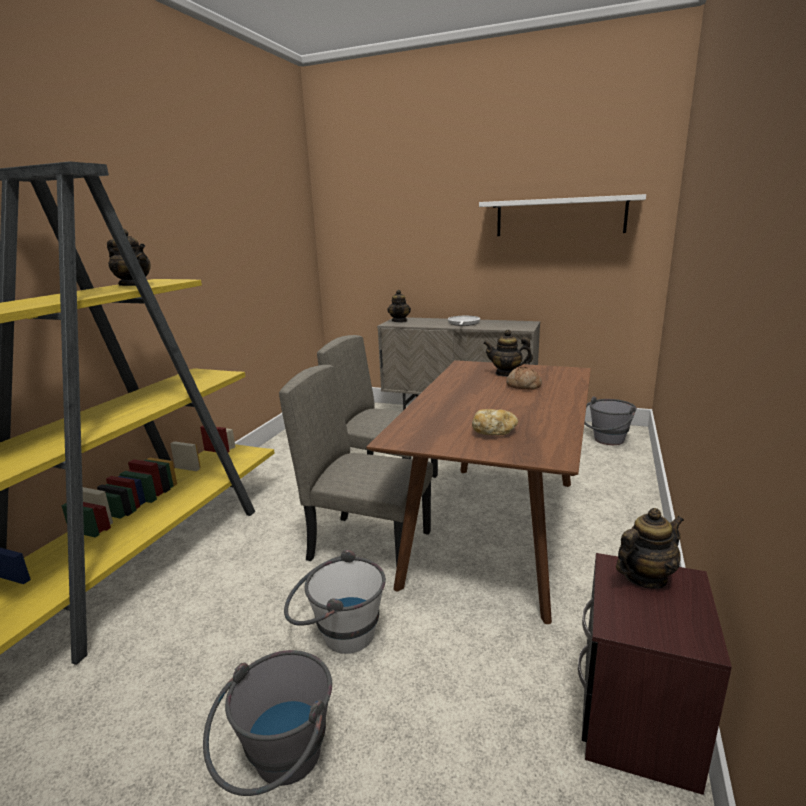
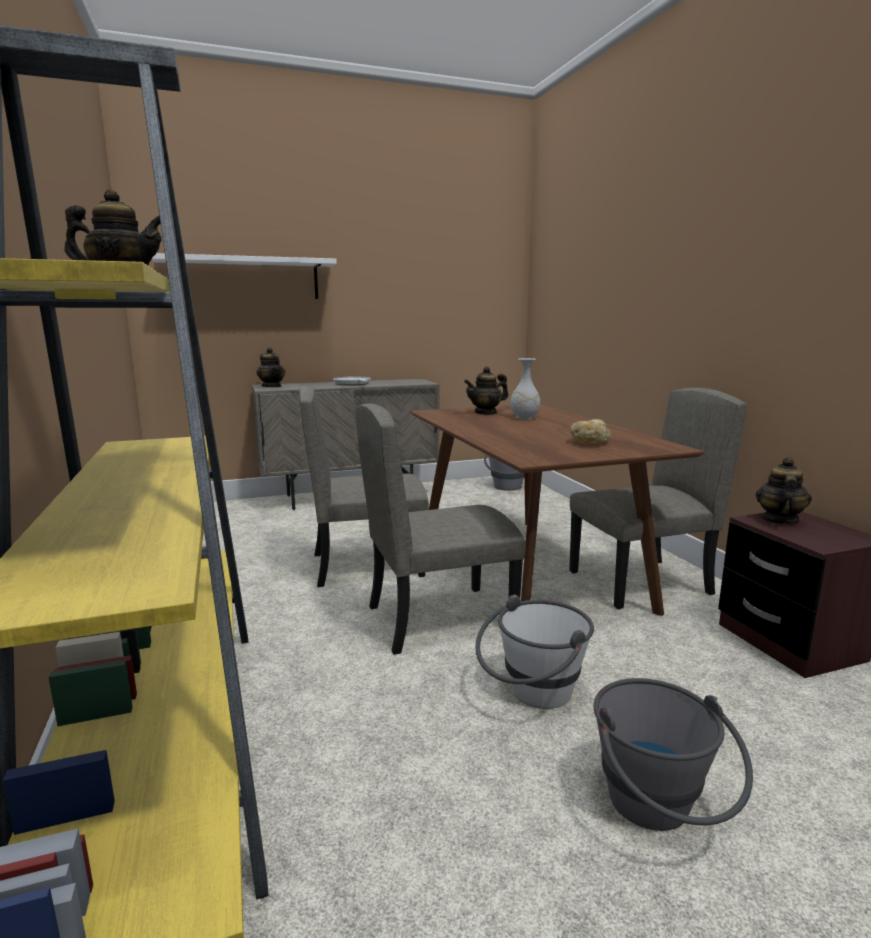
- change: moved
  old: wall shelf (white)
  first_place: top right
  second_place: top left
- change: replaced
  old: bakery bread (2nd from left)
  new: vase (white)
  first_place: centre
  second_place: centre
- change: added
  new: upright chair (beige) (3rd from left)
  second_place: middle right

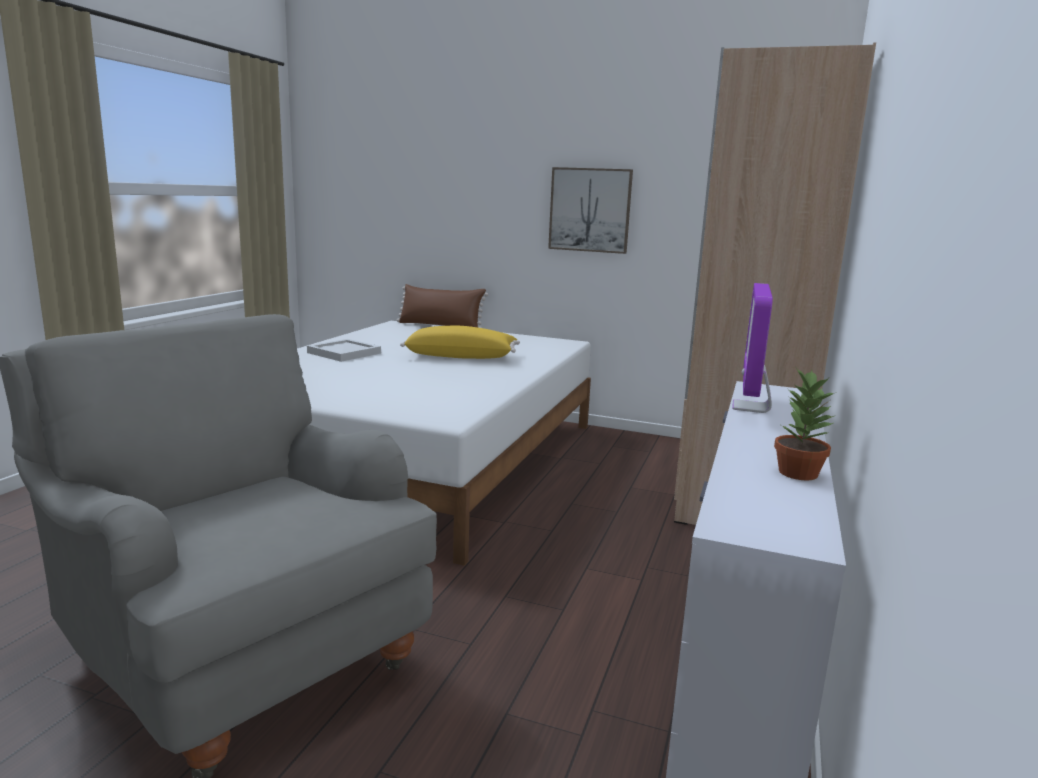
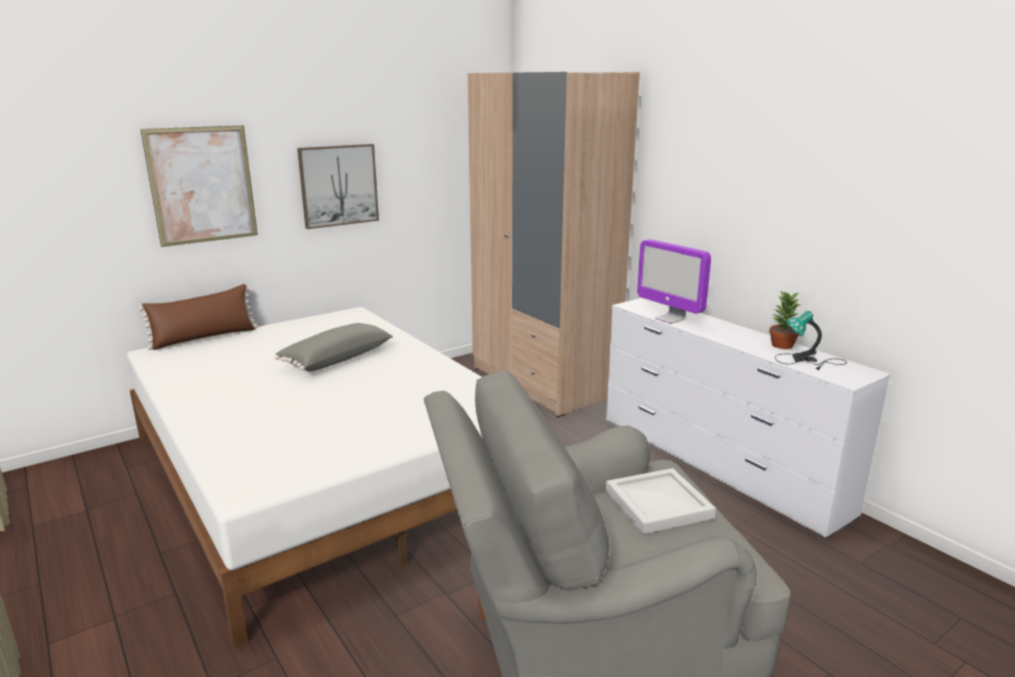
- change: added
  new: wall art (1st from left)
  second_place: top left
- change: recoloured
  old: pillow (yellow)
  new: pillow (gray)
  first_place: centre
  second_place: middle left
- change: moved
  old: carrying tray (white)
  first_place: middle left
  second_place: bottom centre
- change: added
  new: lamp for a table
  second_place: middle right

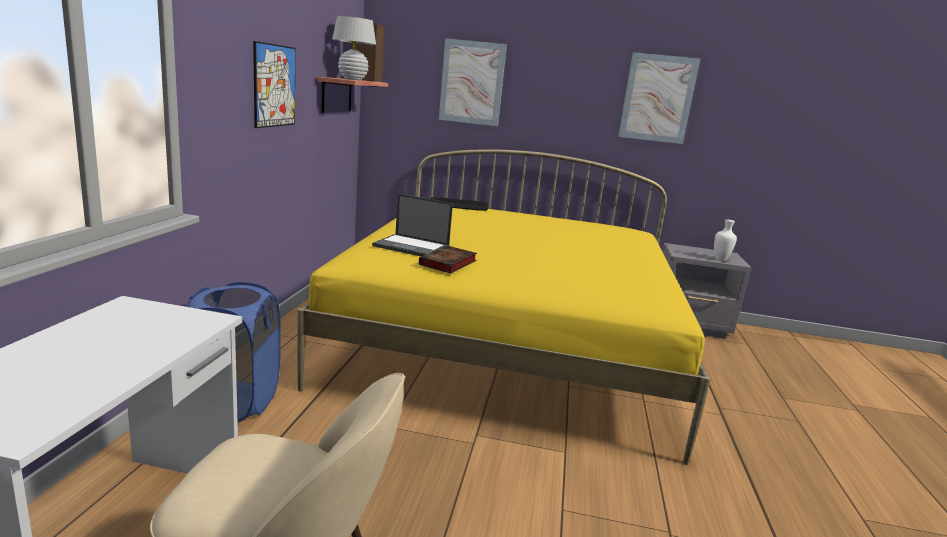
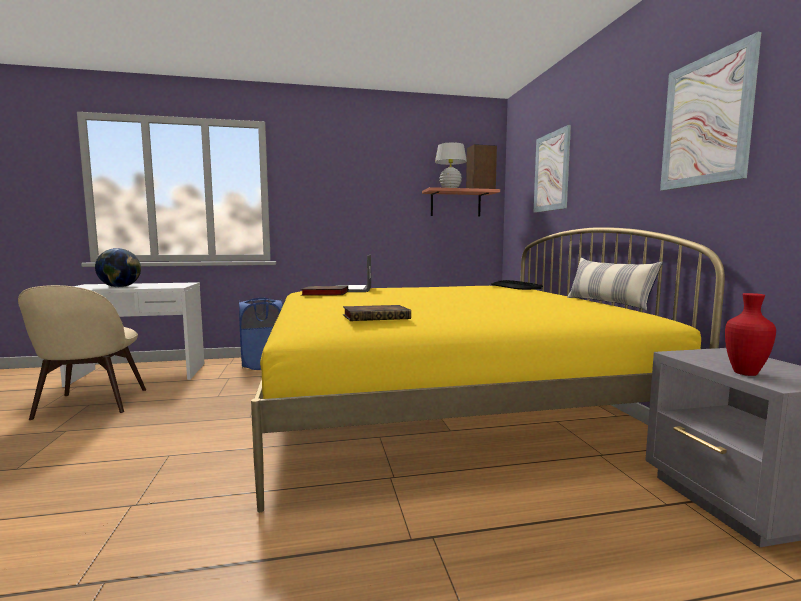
- change: added
  new: globe
  second_place: middle left
- change: added
  new: bound book (2nd from left)
  second_place: centre
- change: added
  new: pillow
  second_place: middle right
- change: recoloured
  old: vase (white)
  new: vase (red)
  first_place: middle right
  second_place: middle right
- change: removed
  old: wall art (1st from left)
  first_place: top left

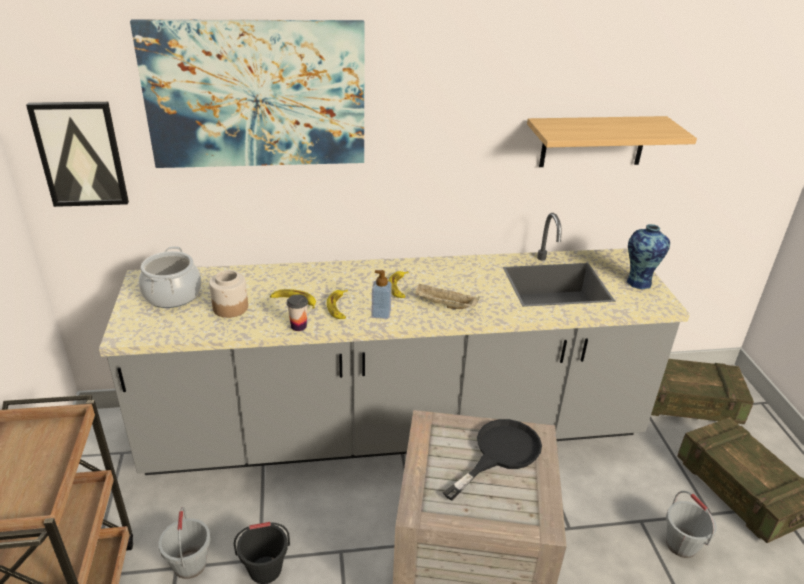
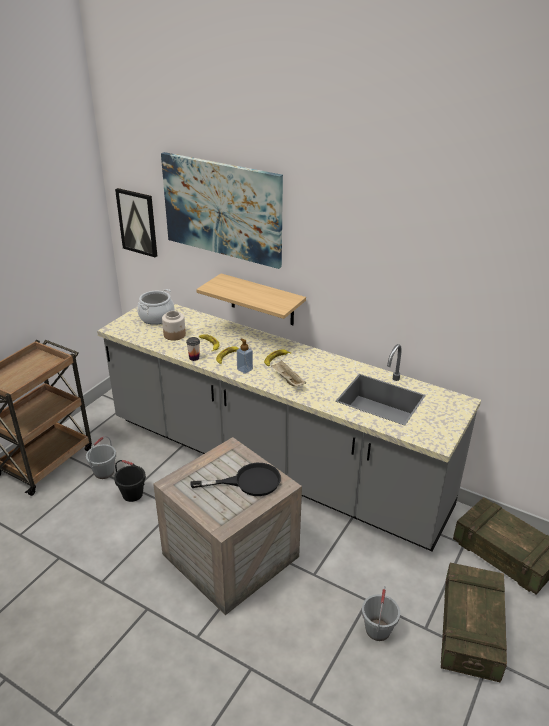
- change: moved
  old: wall shelf
  first_place: top right
  second_place: centre
- change: removed
  old: vase
  first_place: middle right

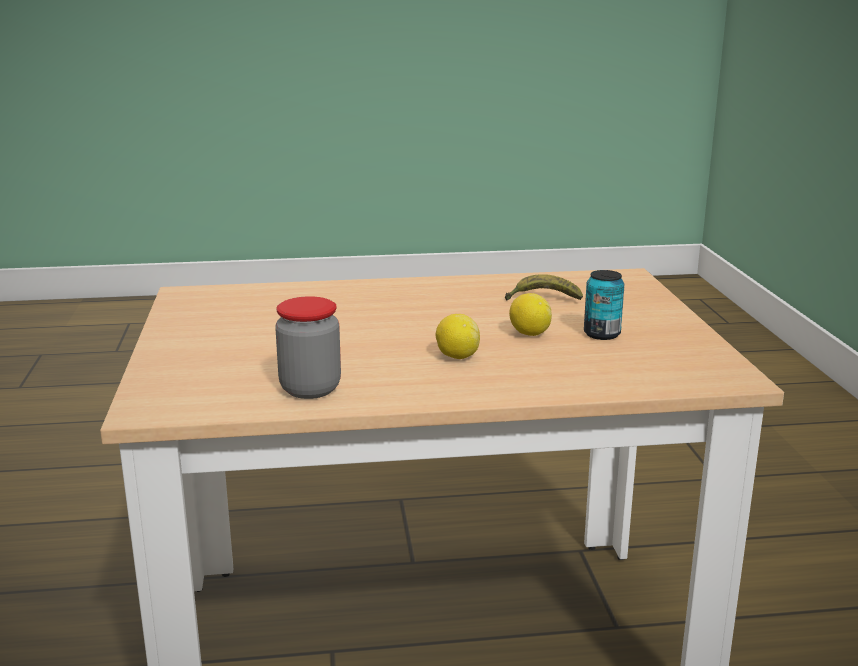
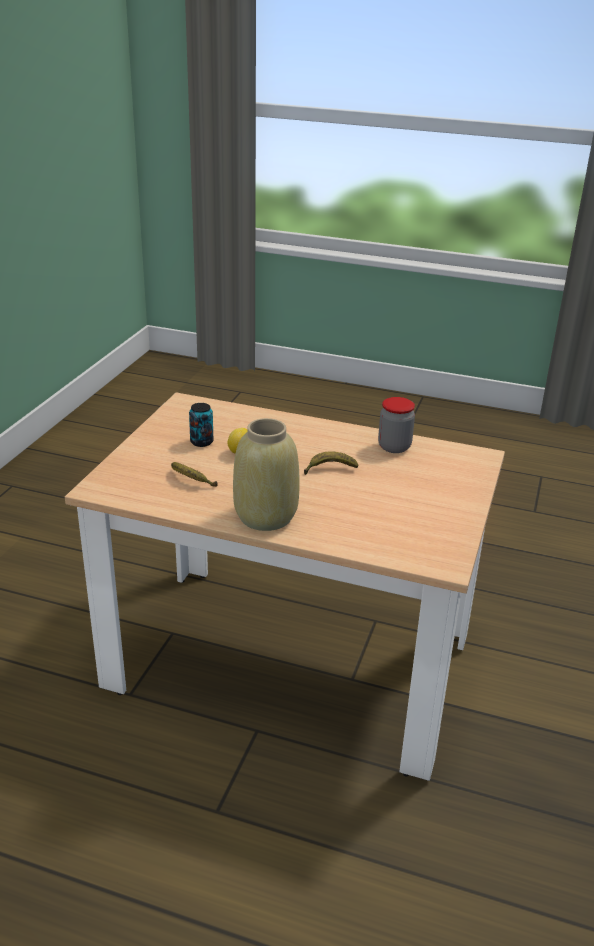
- change: added
  new: vase (beige)
  second_place: centre
- change: added
  new: whole banana (2nd from left)
  second_place: centre
- change: removed
  old: lemon (1st from left)
  first_place: centre

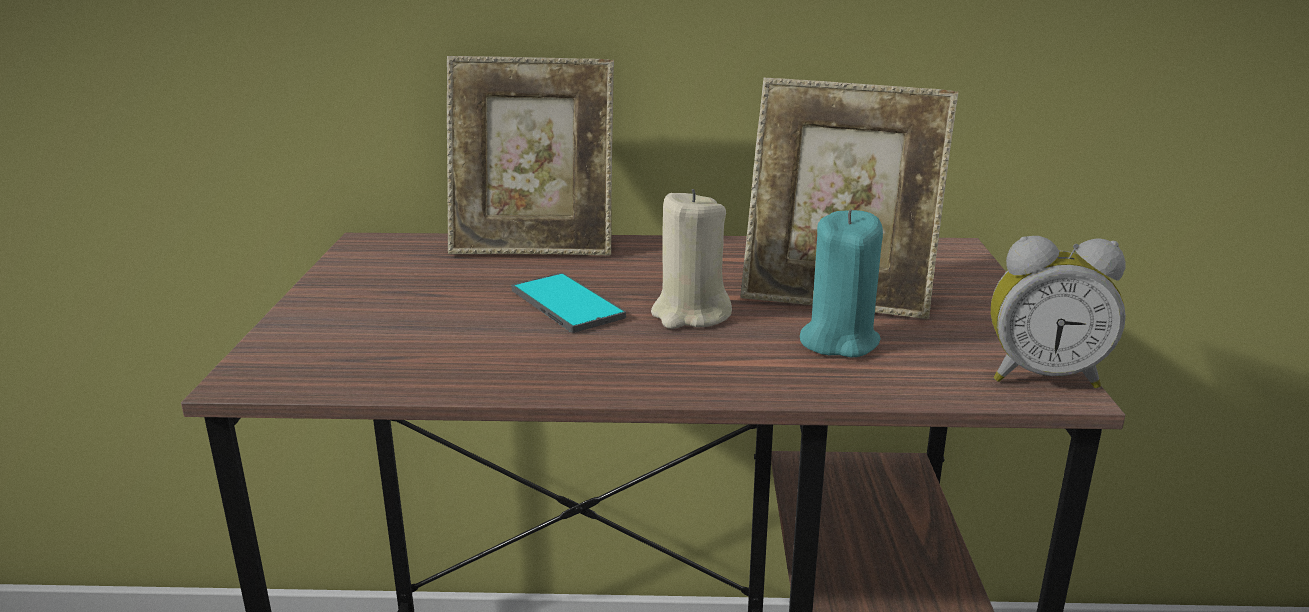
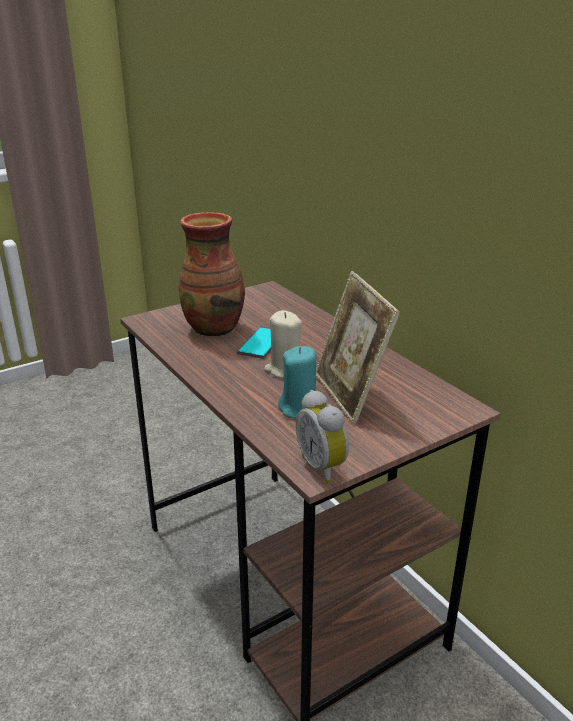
- change: added
  new: vase
  second_place: centre
- change: removed
  old: standing frame (1st from left)
  first_place: top centre

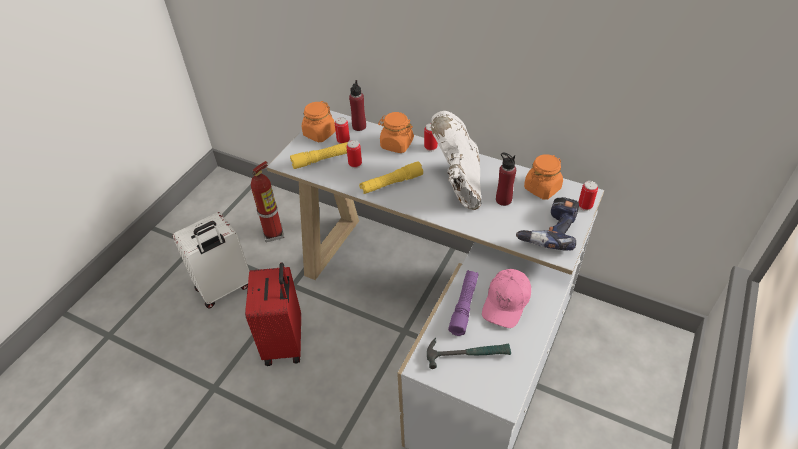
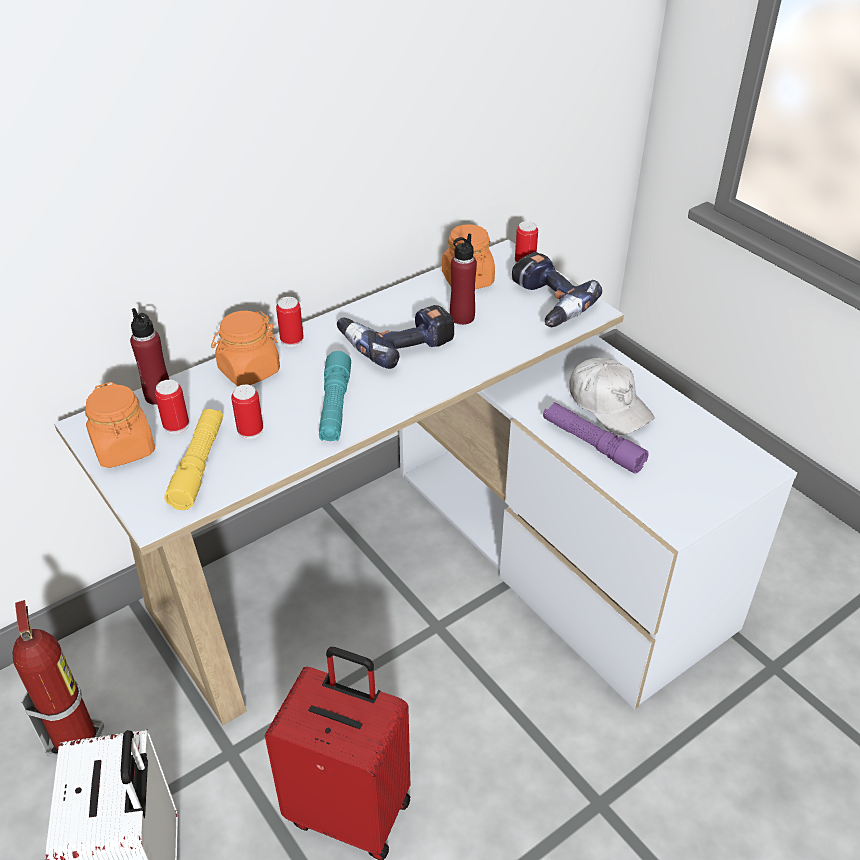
- change: recoloured
  old: hand torch (yellow) (2nd from left)
  new: hand torch (blue-green)
  first_place: centre
  second_place: centre
- change: replaced
  old: high-top boot (white)
  new: electric drill (1st from left)
  first_place: centre
  second_place: centre
- change: recoloured
  old: peaked cap (pinkish)
  new: peaked cap (white)
  first_place: centre
  second_place: middle right
- change: removed
  old: hand hammer
  first_place: bottom centre

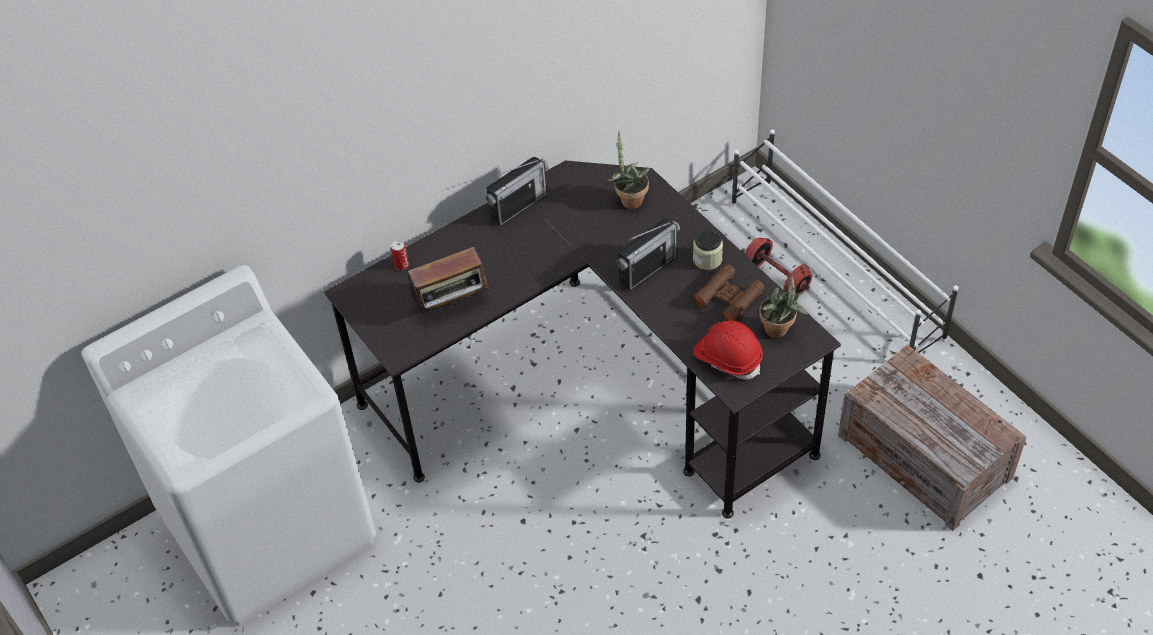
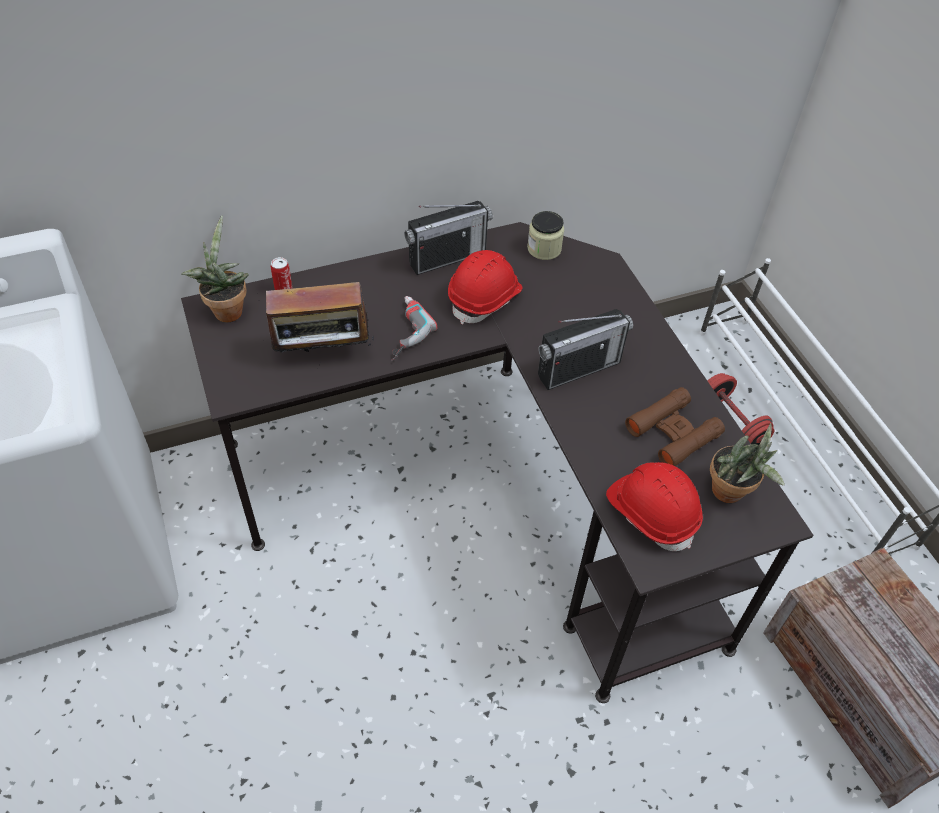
- change: moved
  old: plant in a pot (1st from left)
  first_place: top centre
  second_place: top left
- change: added
  new: electric drill
  second_place: centre
- change: added
  new: safety helmet (red) (1st from left)
  second_place: centre
- change: moved
  old: jar
  first_place: centre
  second_place: top centre

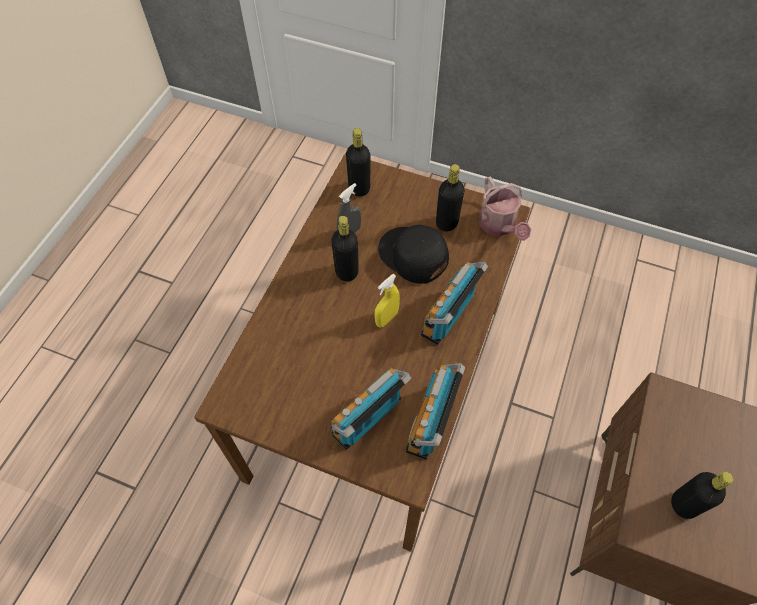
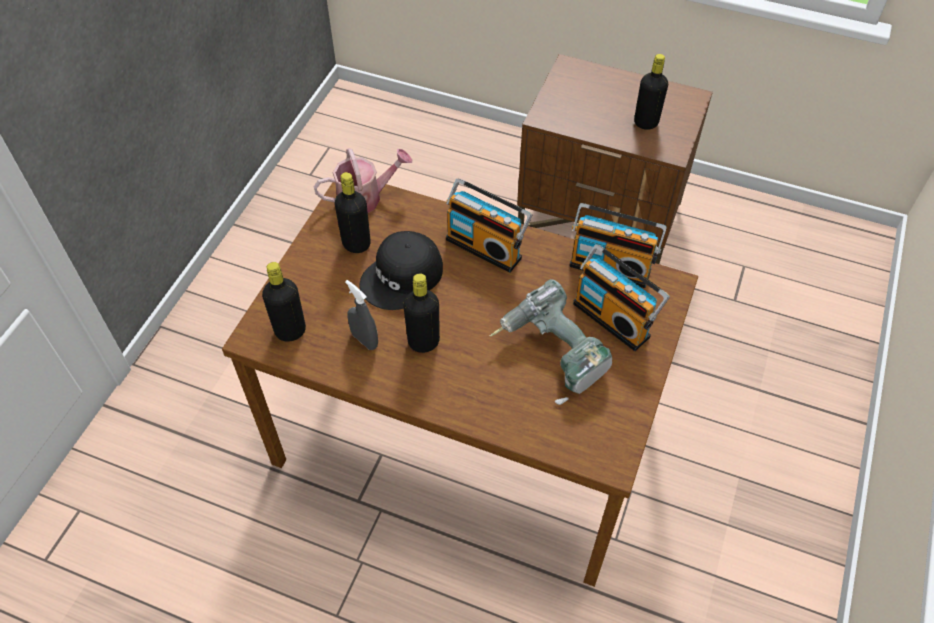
- change: added
  new: electric drill
  second_place: centre
- change: removed
  old: hand sprayer (yellow)
  first_place: centre

